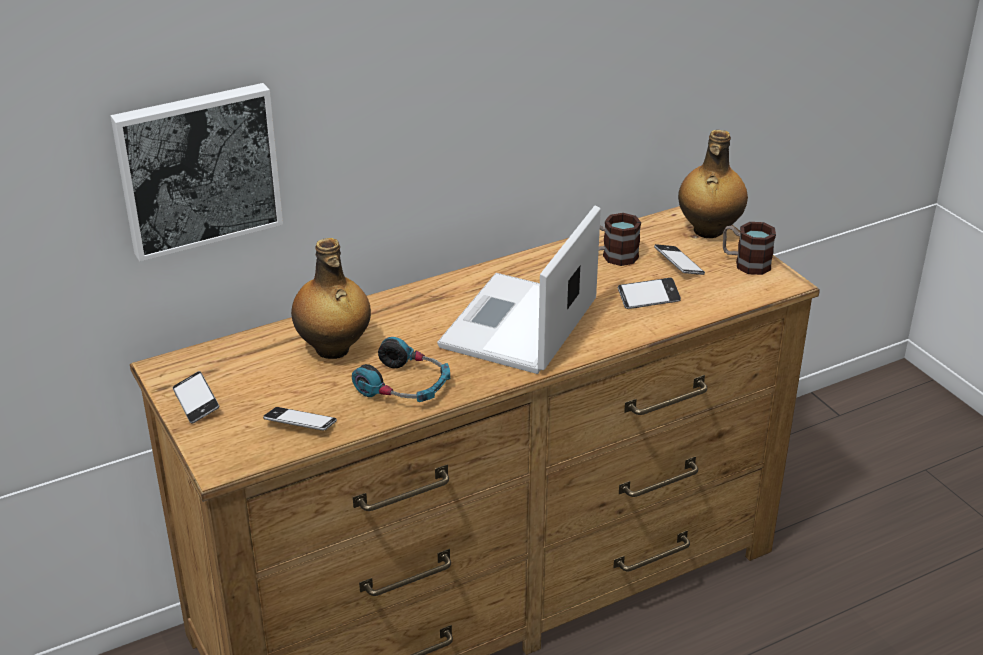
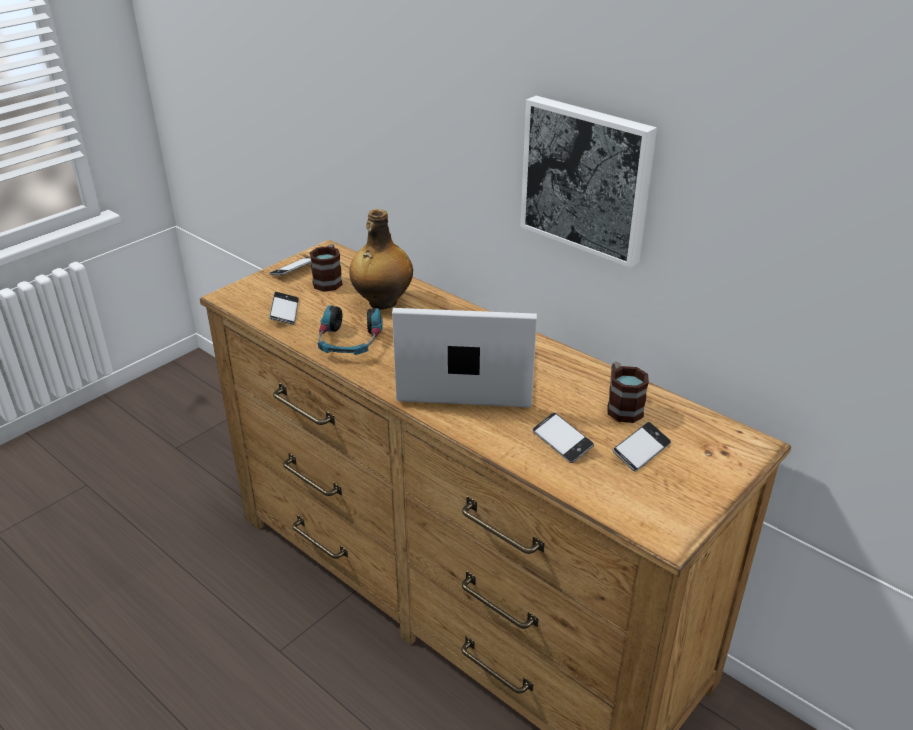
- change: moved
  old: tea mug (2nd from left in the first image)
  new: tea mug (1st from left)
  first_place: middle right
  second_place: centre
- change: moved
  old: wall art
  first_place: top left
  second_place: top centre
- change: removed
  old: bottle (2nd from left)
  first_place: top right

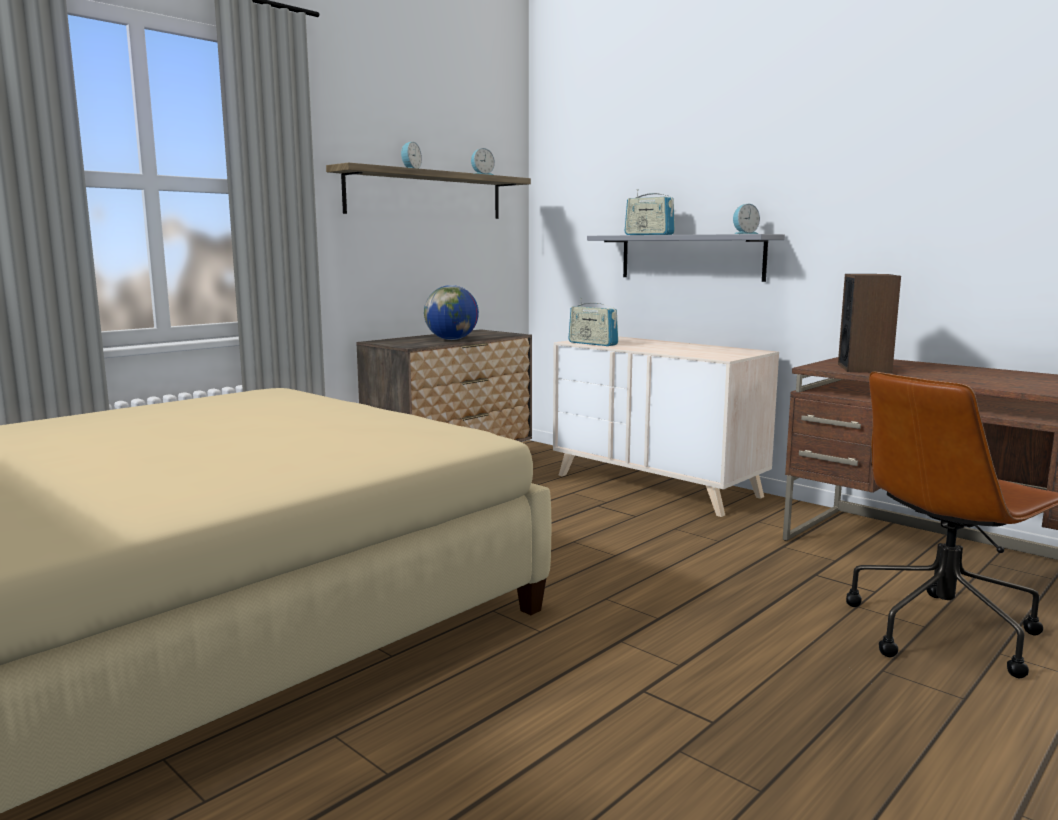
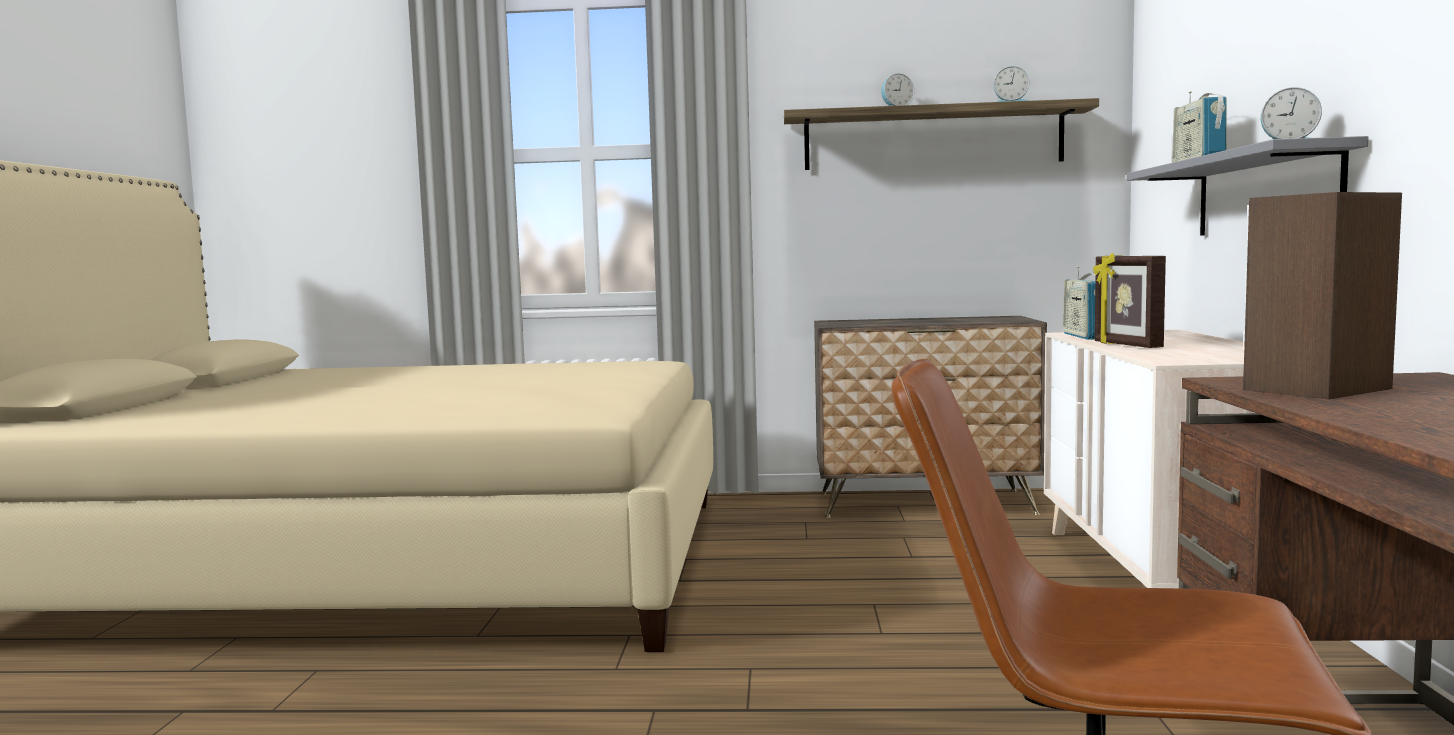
- change: added
  new: standing frame
  second_place: middle right
- change: removed
  old: globe
  first_place: centre

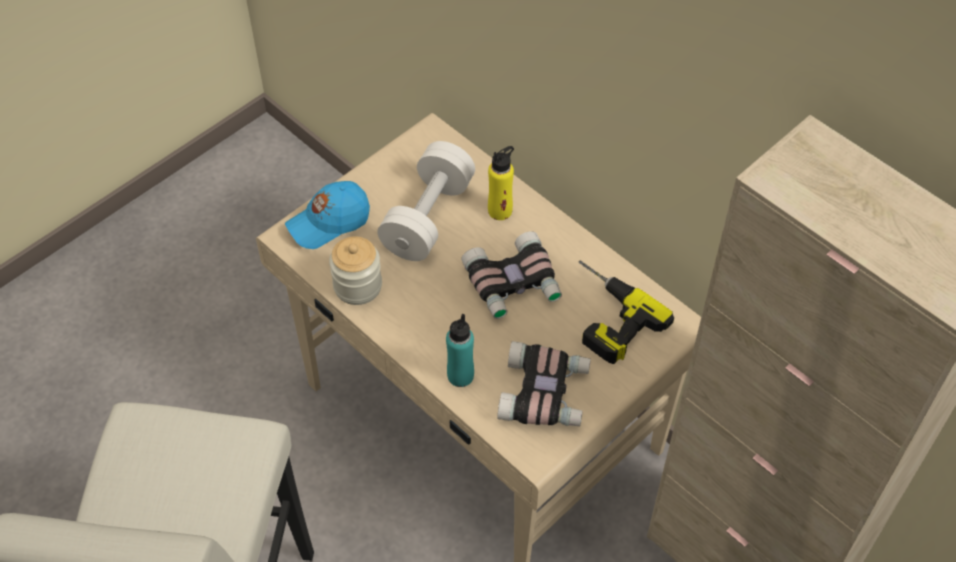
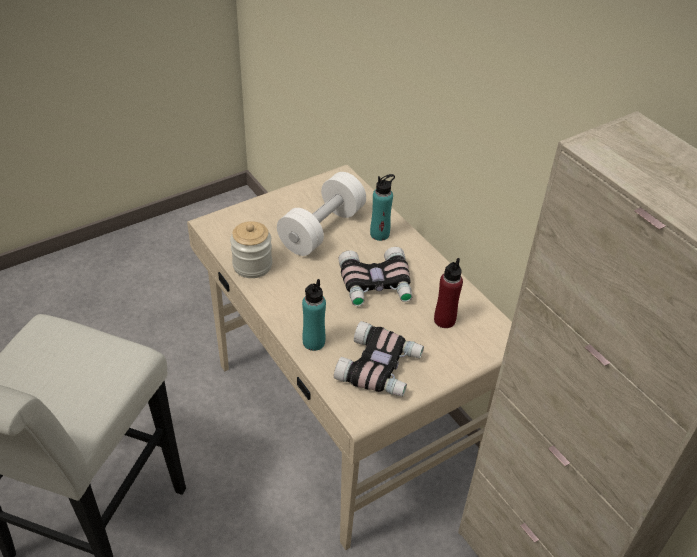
- change: recoloured
  old: bottle (yellow)
  new: bottle (blue-green) (2nd from left)
  first_place: top centre
  second_place: centre
- change: replaced
  old: electric drill
  new: bottle (red)
  first_place: centre
  second_place: centre
- change: removed
  old: peaked cap (bluish)
  first_place: centre

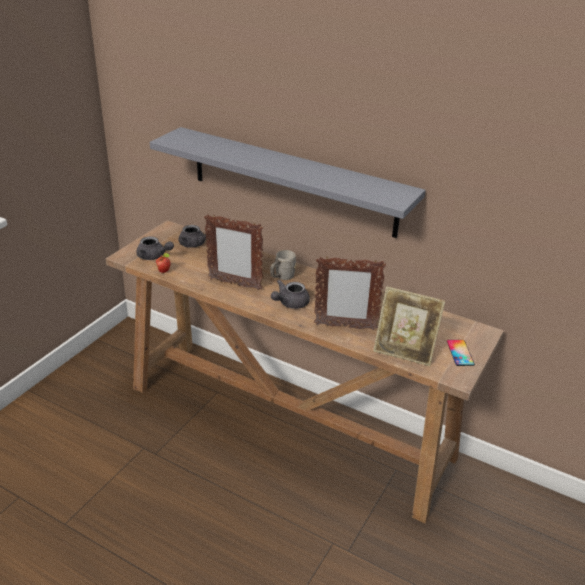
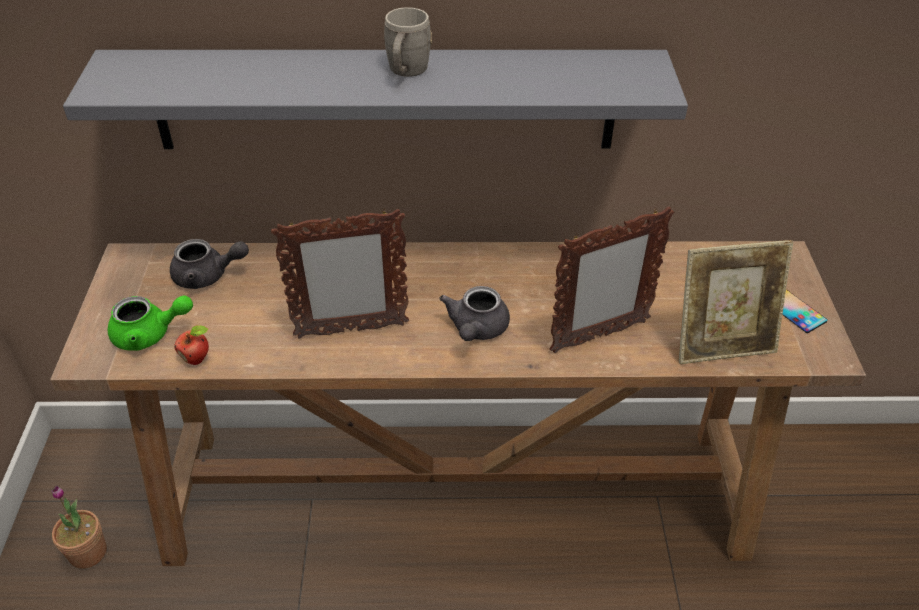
- change: added
  new: plant in a pot
  second_place: bottom left
- change: recoloured
  old: tea pot (gray) (1st from left)
  new: tea pot (green)
  first_place: middle left
  second_place: middle left
- change: moved
  old: tea mug (gray)
  first_place: centre
  second_place: top centre

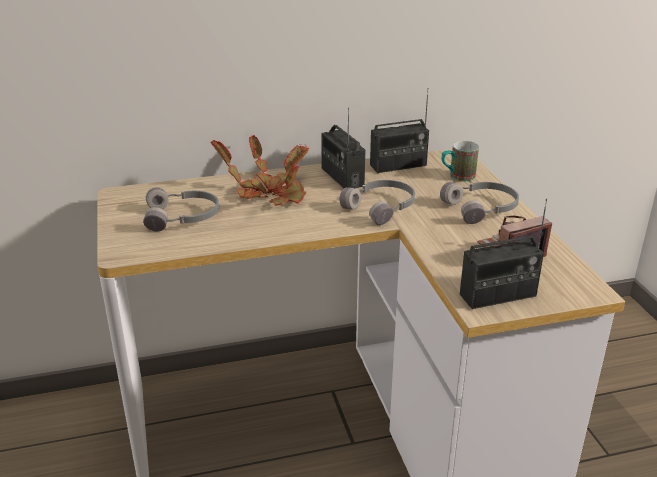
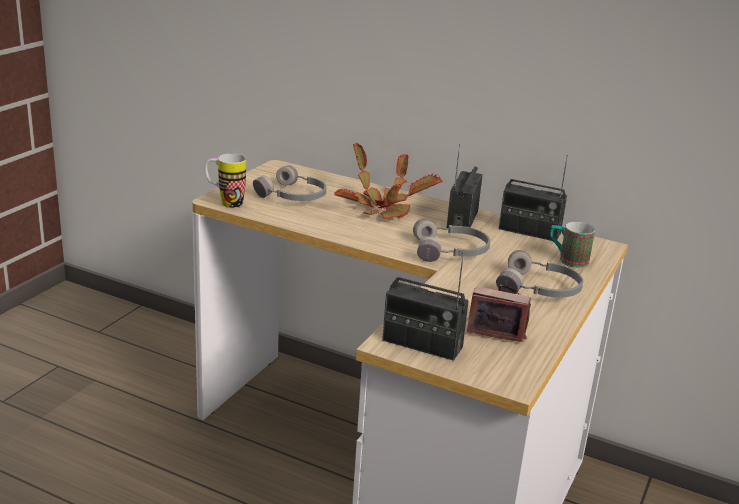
- change: added
  new: tea mug (1st from left)
  second_place: middle left

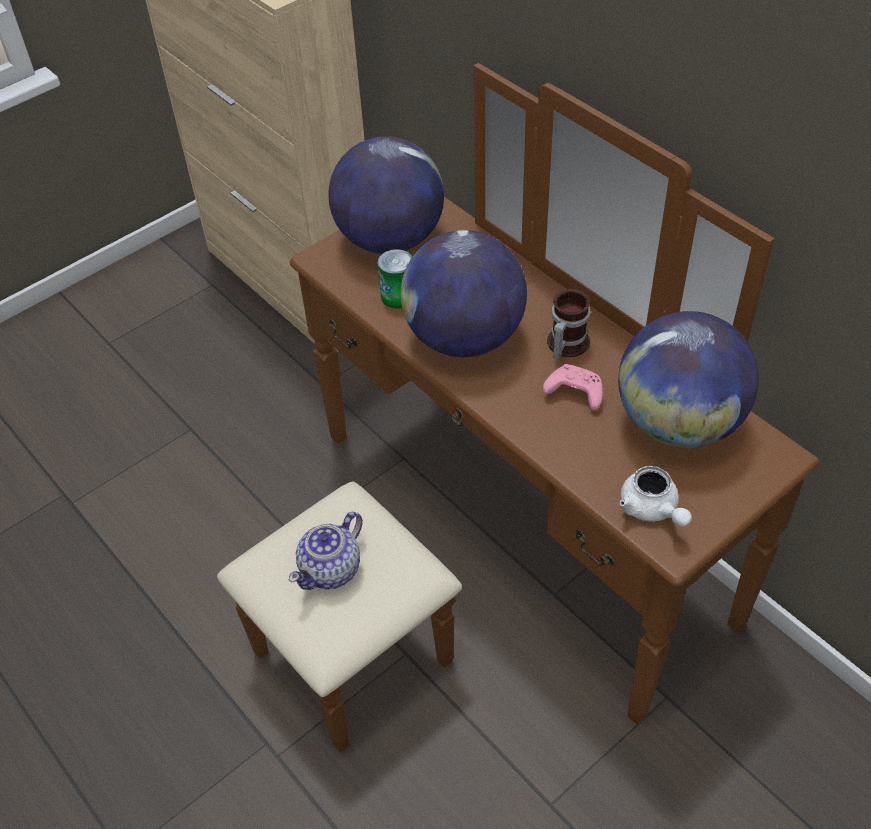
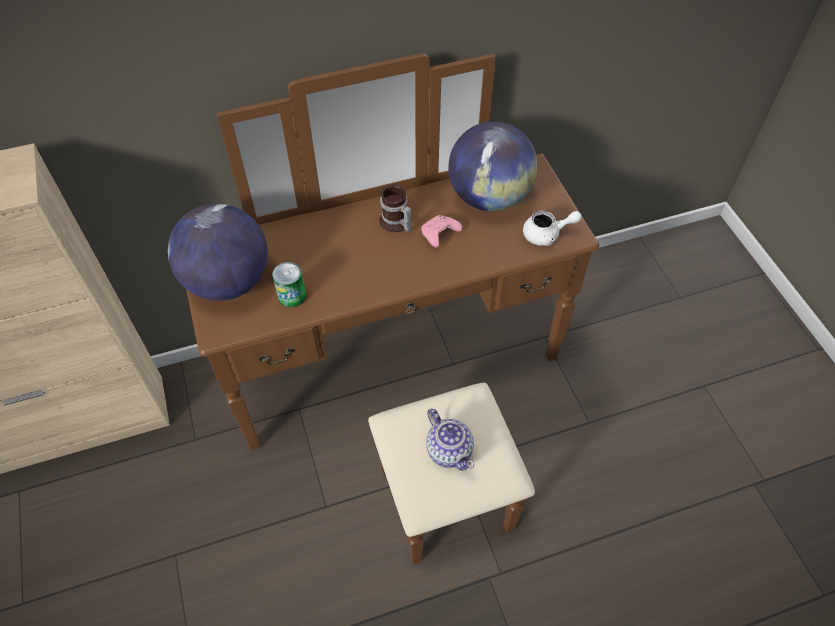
- change: removed
  old: globe (2nd from left)
  first_place: centre

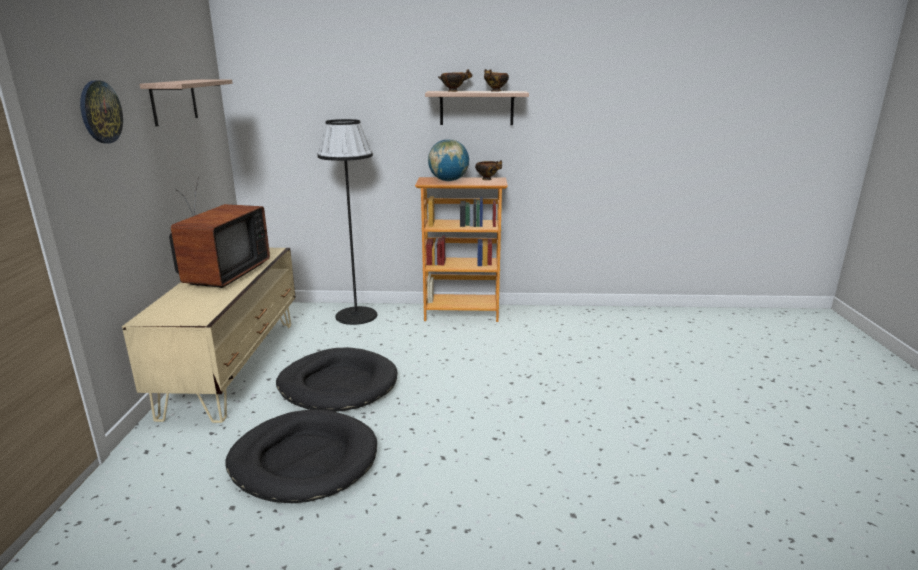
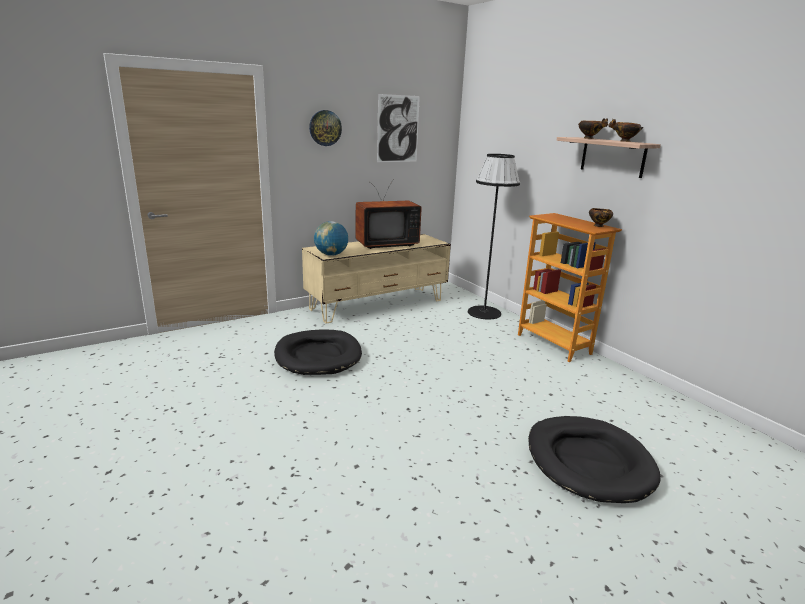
- change: moved
  old: globe
  first_place: top centre
  second_place: centre
- change: replaced
  old: wall shelf (1st from left)
  new: wall art
  first_place: top left
  second_place: top centre
- change: moved
  old: pet bed (blackish) (2nd from left)
  first_place: centre
  second_place: bottom right

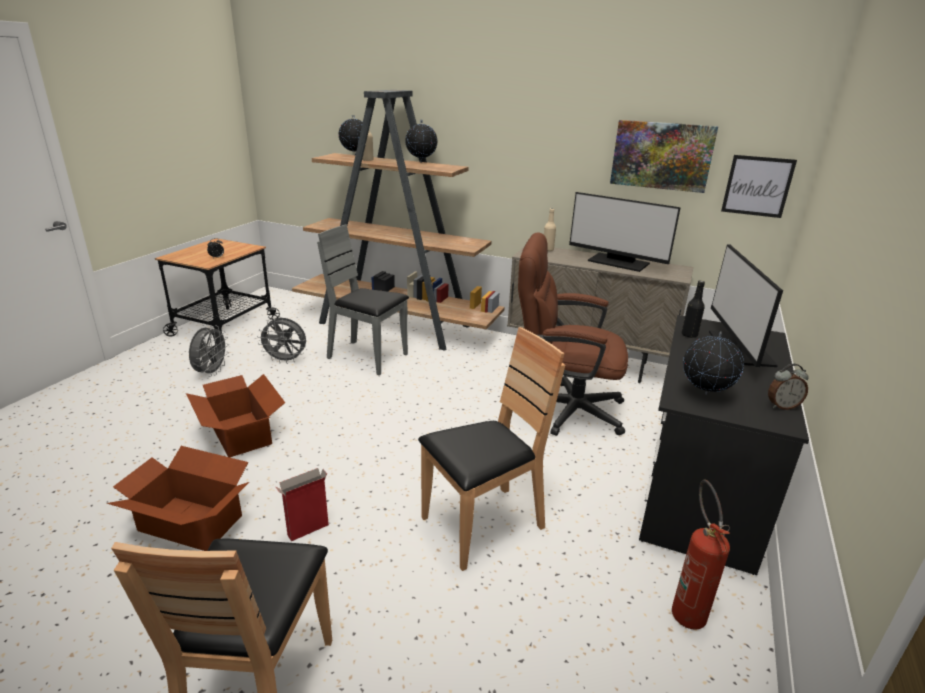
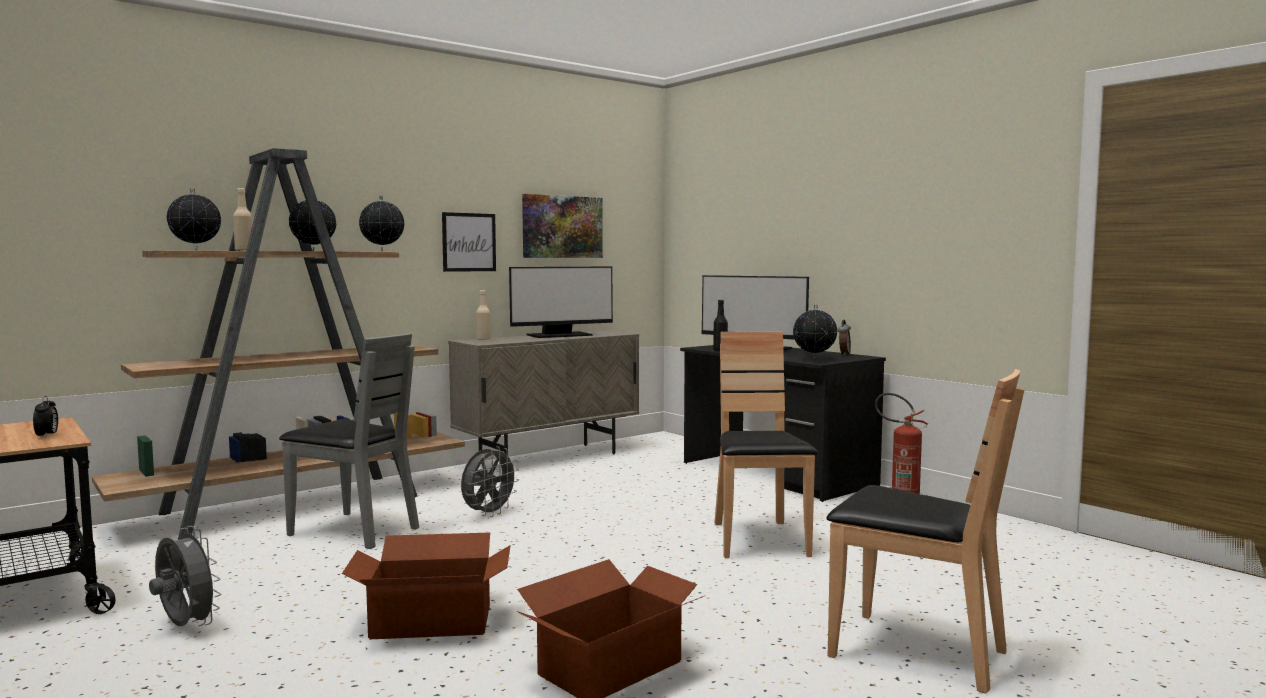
- change: turned
  old: upright chair (gray)
  first_place: centre
  second_place: middle left
  degrees: -120
- change: added
  new: globe (3rd from left)
  second_place: top left
- change: moved
  old: wall art (2nd from left in the first image)
  new: wall art (1st from left)
  first_place: top right
  second_place: centre
- change: moved
  old: electric fan (gray) (2nd from left)
  first_place: middle left
  second_place: bottom centre
- change: removed
  old: cardboard box (3rd from left)
  first_place: bottom left
- change: removed
  old: computer chair (brown-coloured)
  first_place: centre

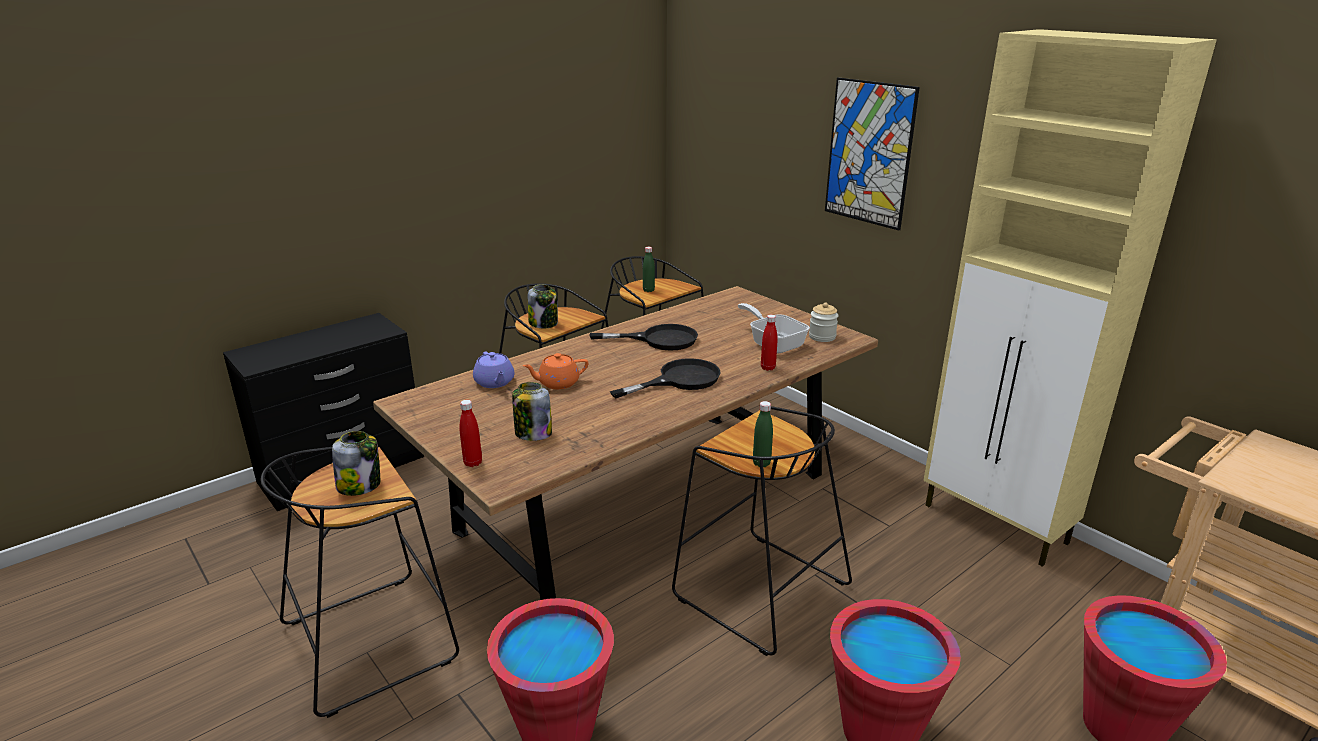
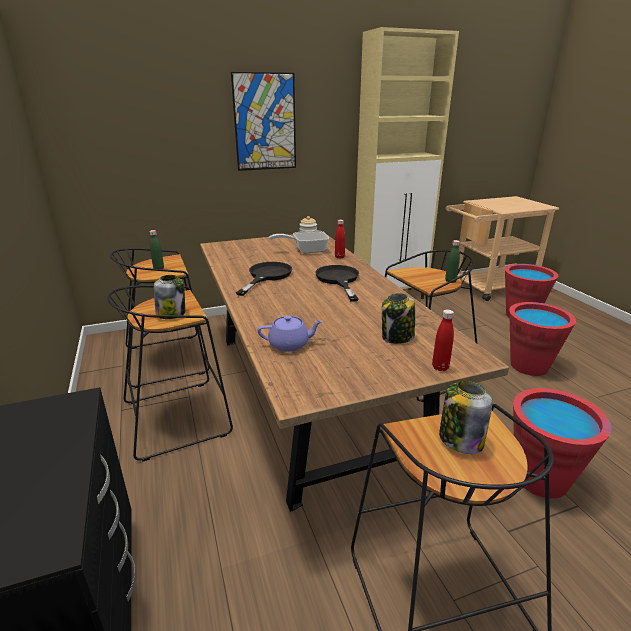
- change: removed
  old: tea pot (orangey)
  first_place: centre

